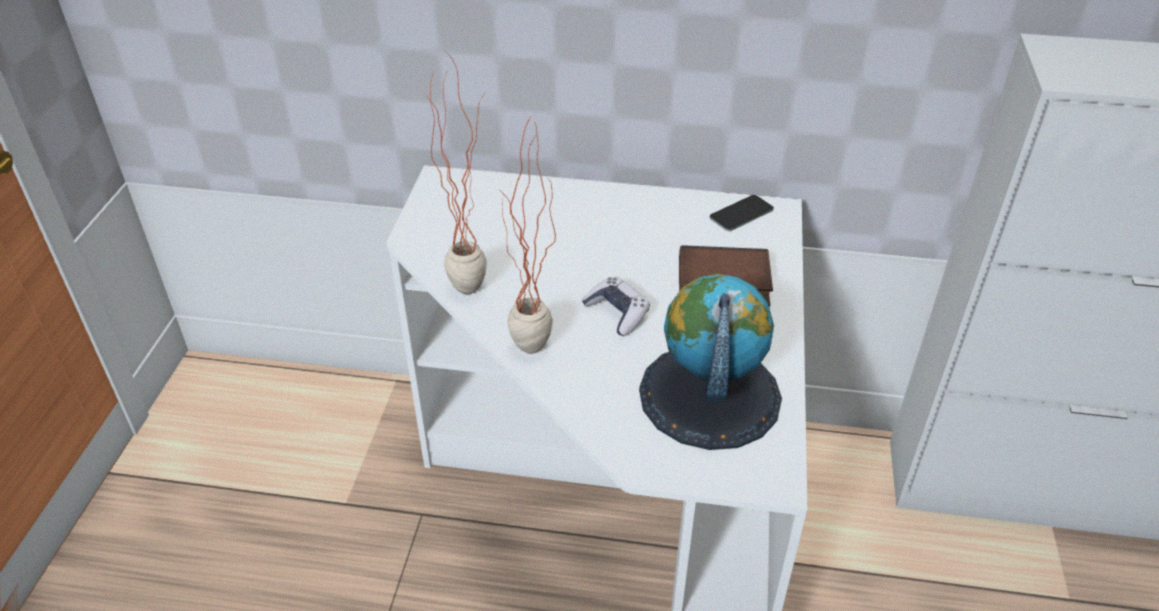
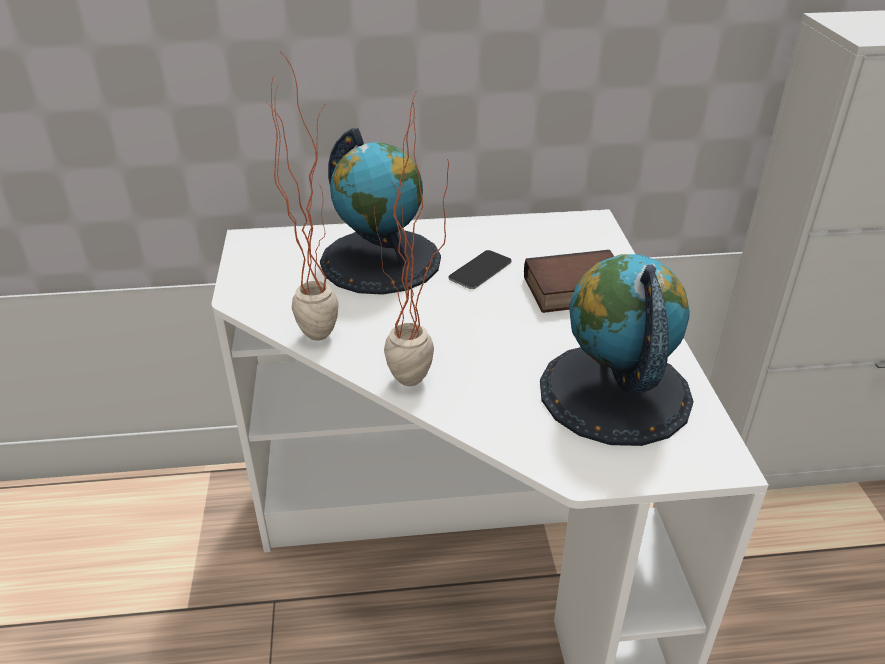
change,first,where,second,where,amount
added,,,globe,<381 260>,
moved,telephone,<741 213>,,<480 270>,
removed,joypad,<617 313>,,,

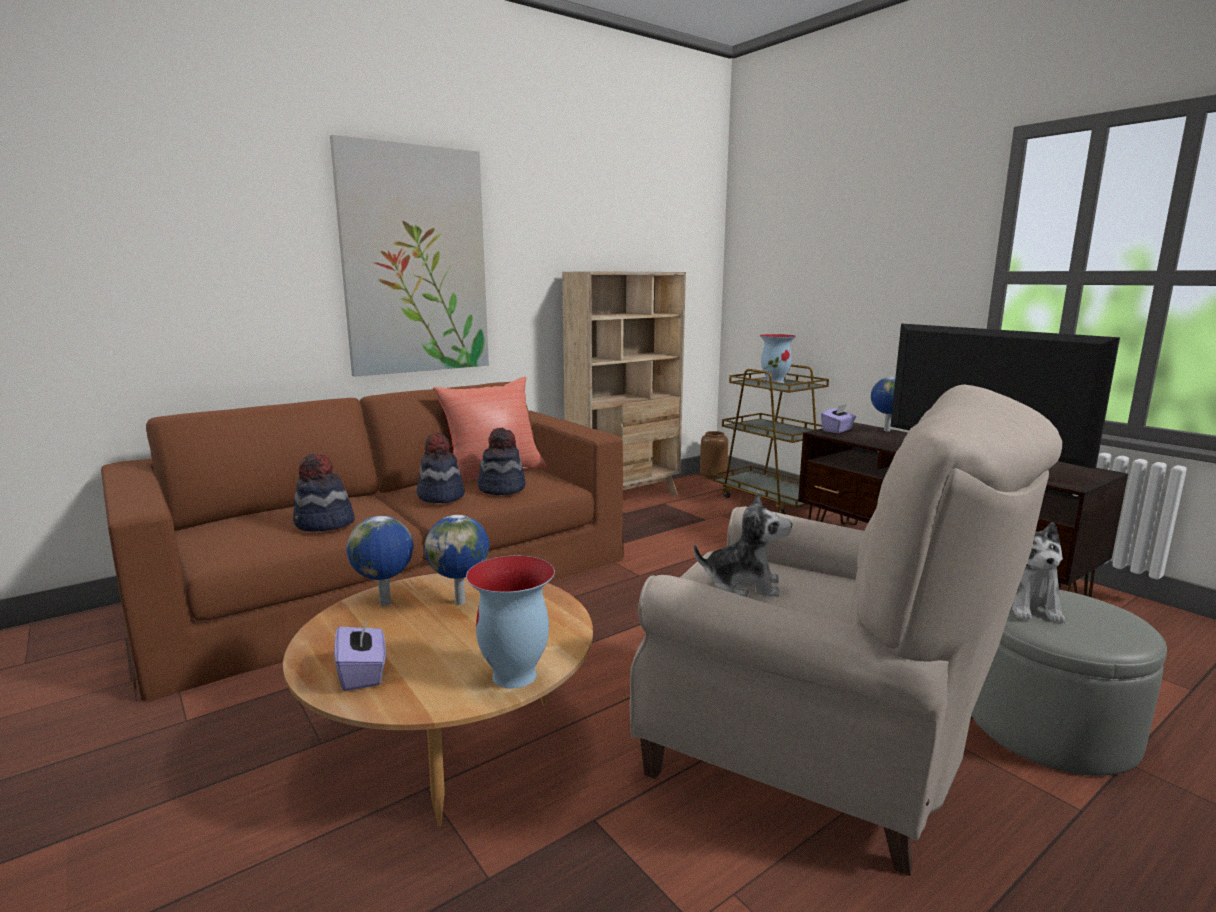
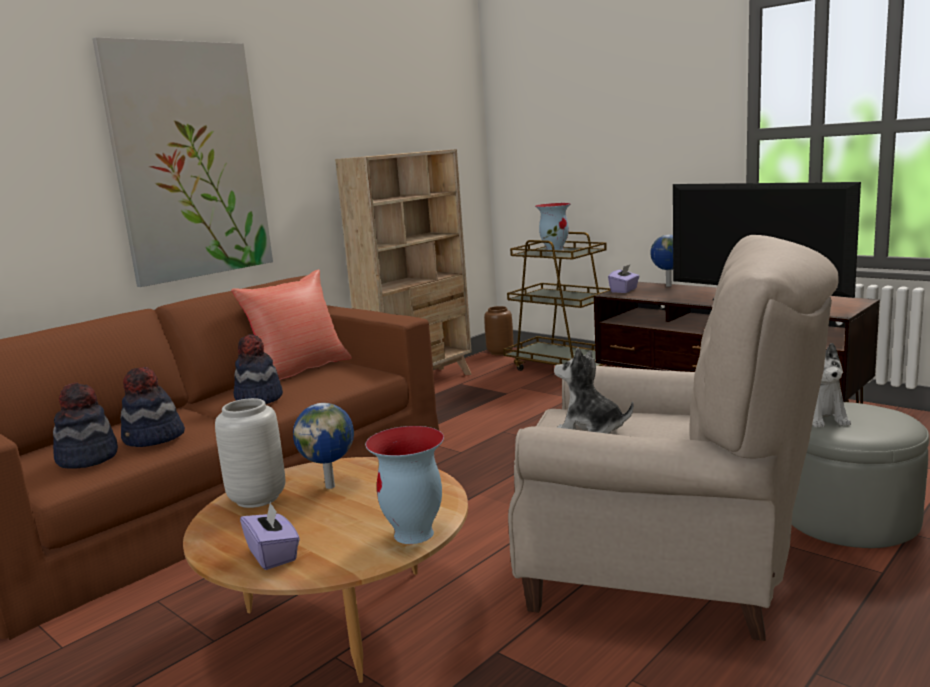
change,first,where,second,where,amount
moved,hat,<502 488>,,<87 458>,
replaced,globe,<386 604>,vase (greyish),<258 498>,
turned,plush toy,<743 585>,,<590 430>,150 degrees counterclockwise

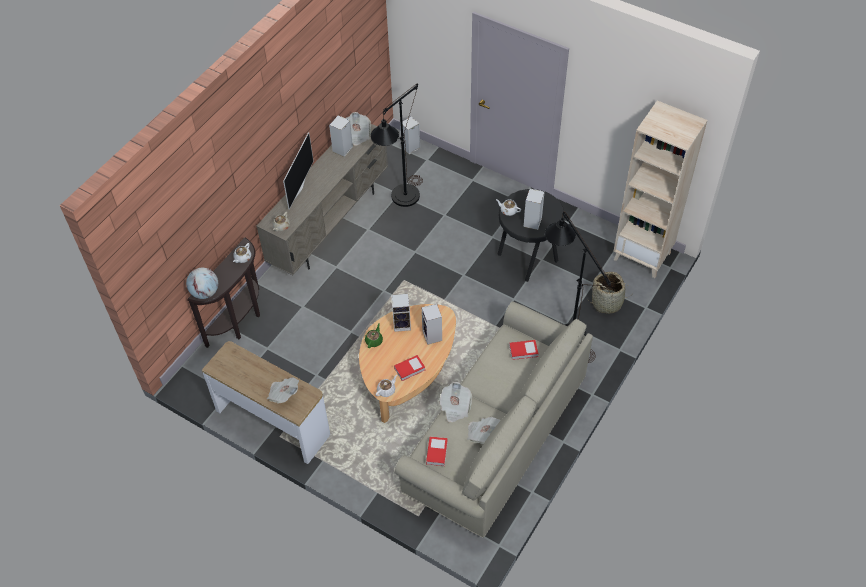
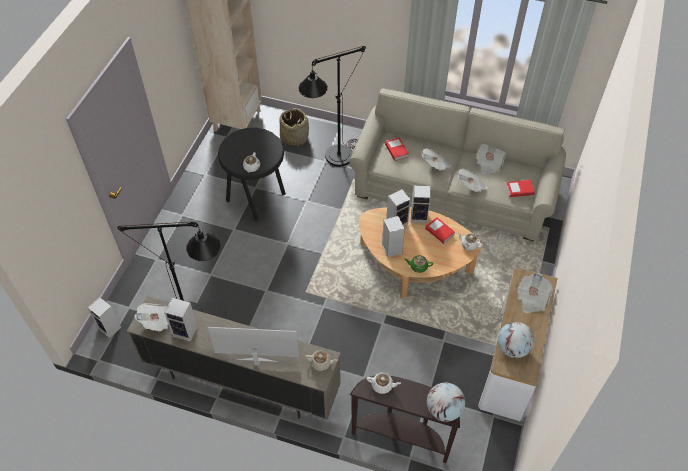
change,first,where,second,where,amount
moved,audio speaker,<532 223>,,<419 216>,
added,,,newspaper,<436 165>,
added,,,globe,<512 348>,

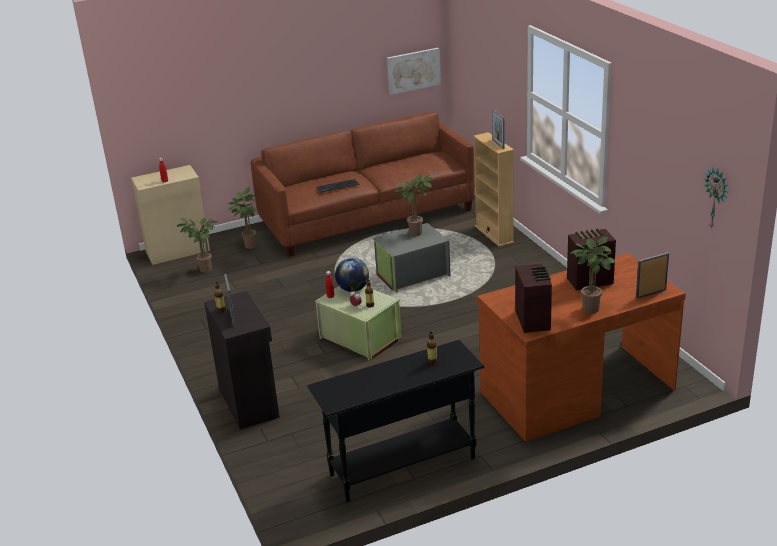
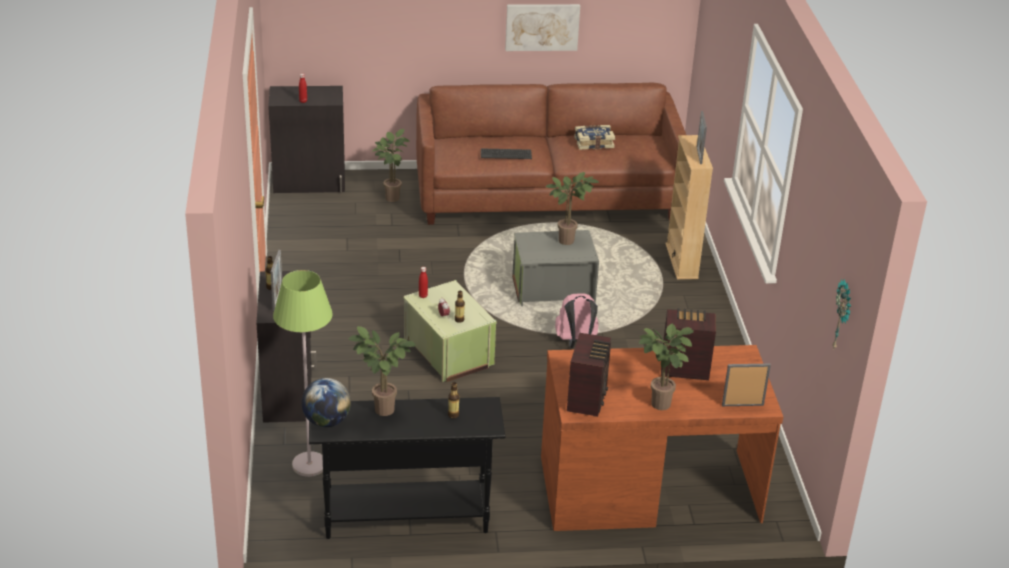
change,first,where,second,where,amount
recoloured,cupboard (beige-coloured),<178 251>,cupboard (black-coloured),<310 183>,
added,,,standard lamp (green),<309 465>,
moved,globe,<353 289>,,<326 421>,
moved,houseplant,<204 271>,,<381 411>,
moved,picture,<413 70>,,<542 26>,
added,,,knapsack (pink),<576 342>,
added,,,book,<593 142>,

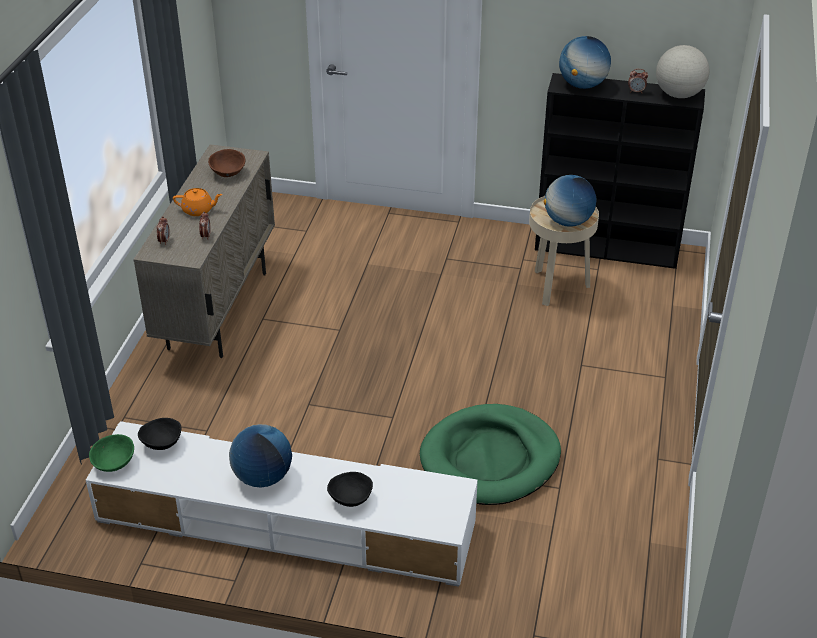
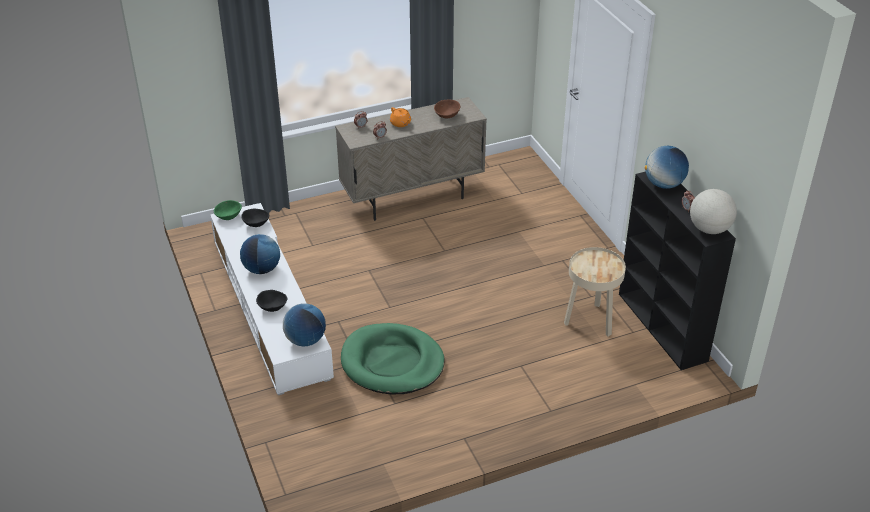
change,first,where,second,where,amount
moved,globe,<568 222>,,<305 340>,

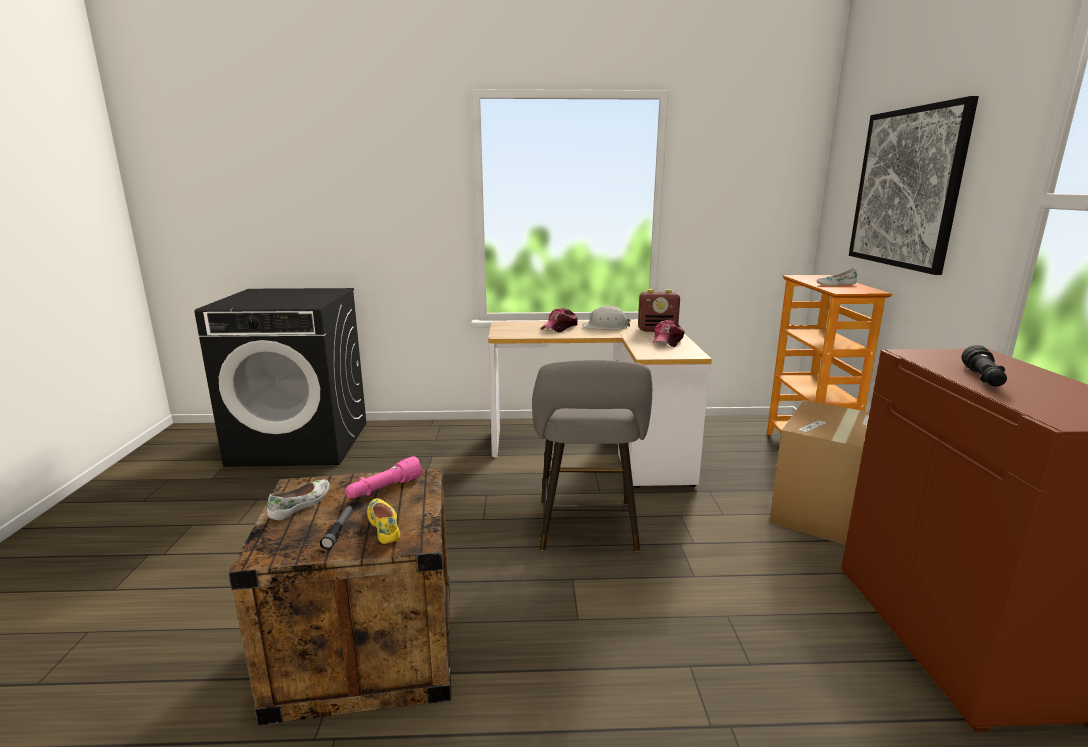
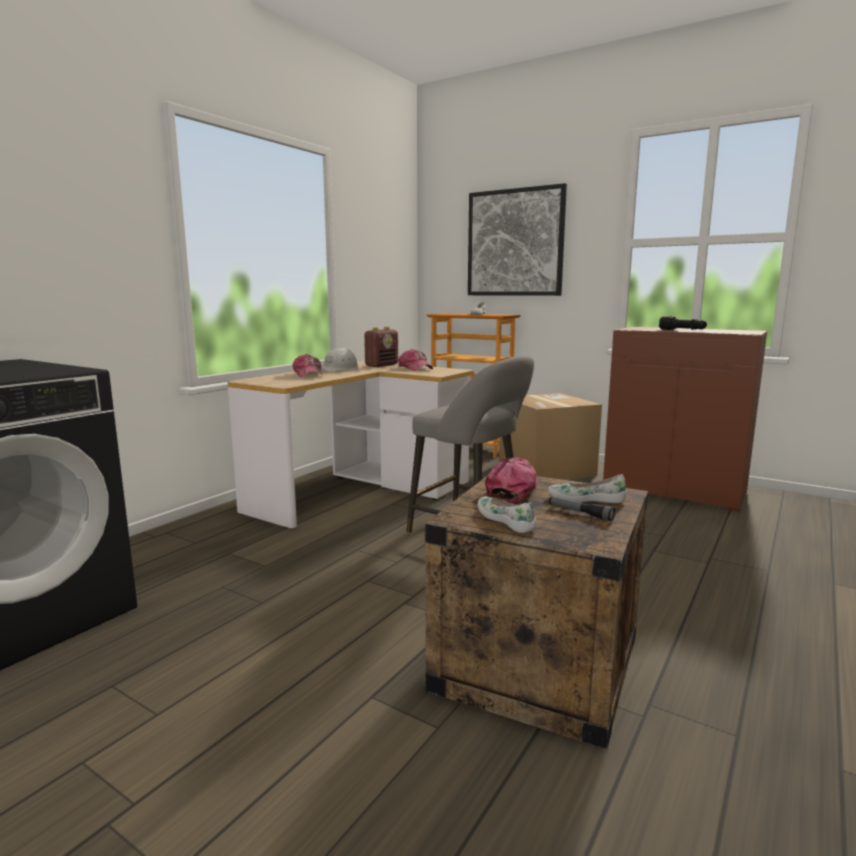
change,first,where,second,where,amount
replaced,torch (pink),<384 489>,baseball cap,<512 490>,
recoloured,low shoe (yellow-coloured),<384 525>,low shoe (whitish),<586 499>,

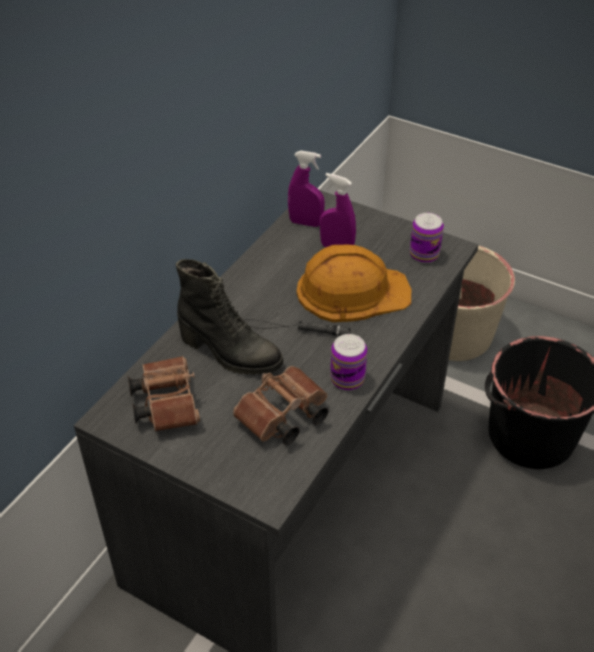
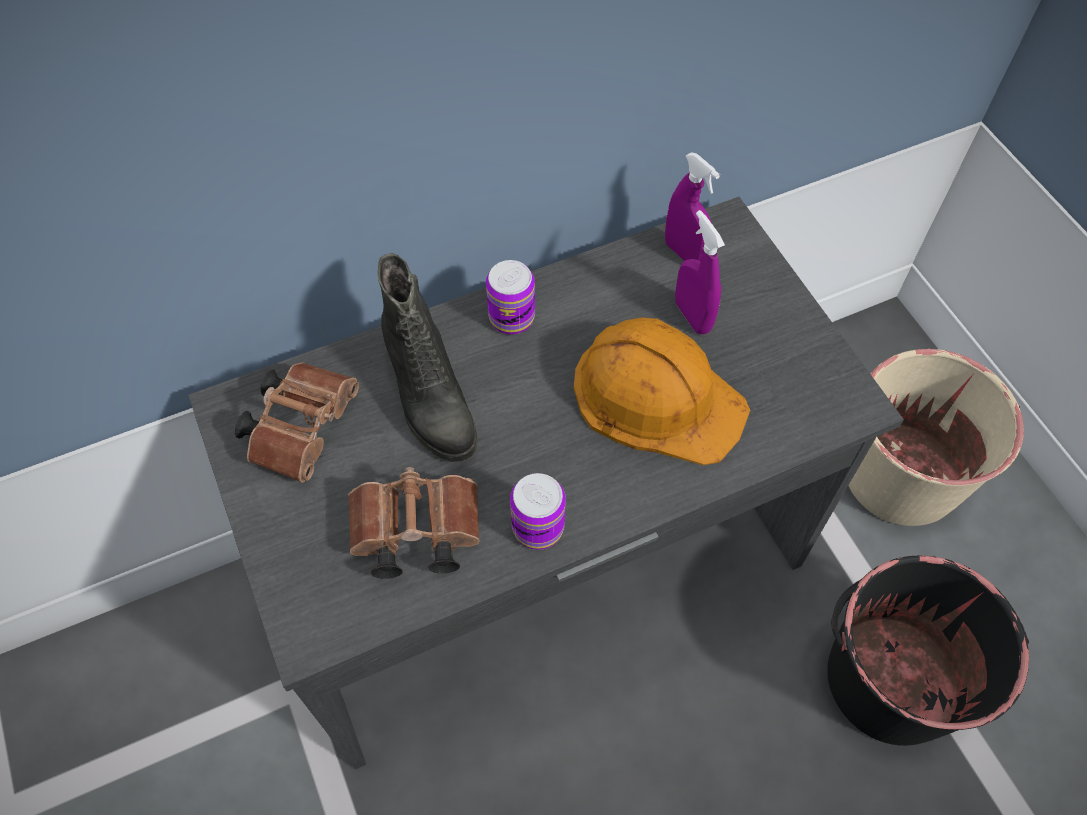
change,first,where,second,where,amount
moved,can,<424 254>,,<511 318>,
removed,torch (black-coloured),<295 329>,,,

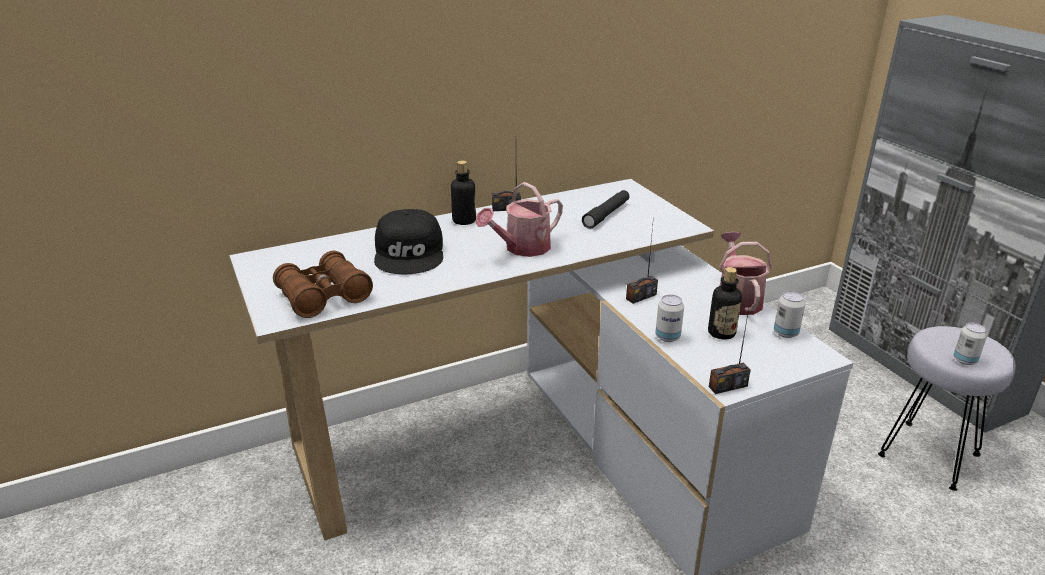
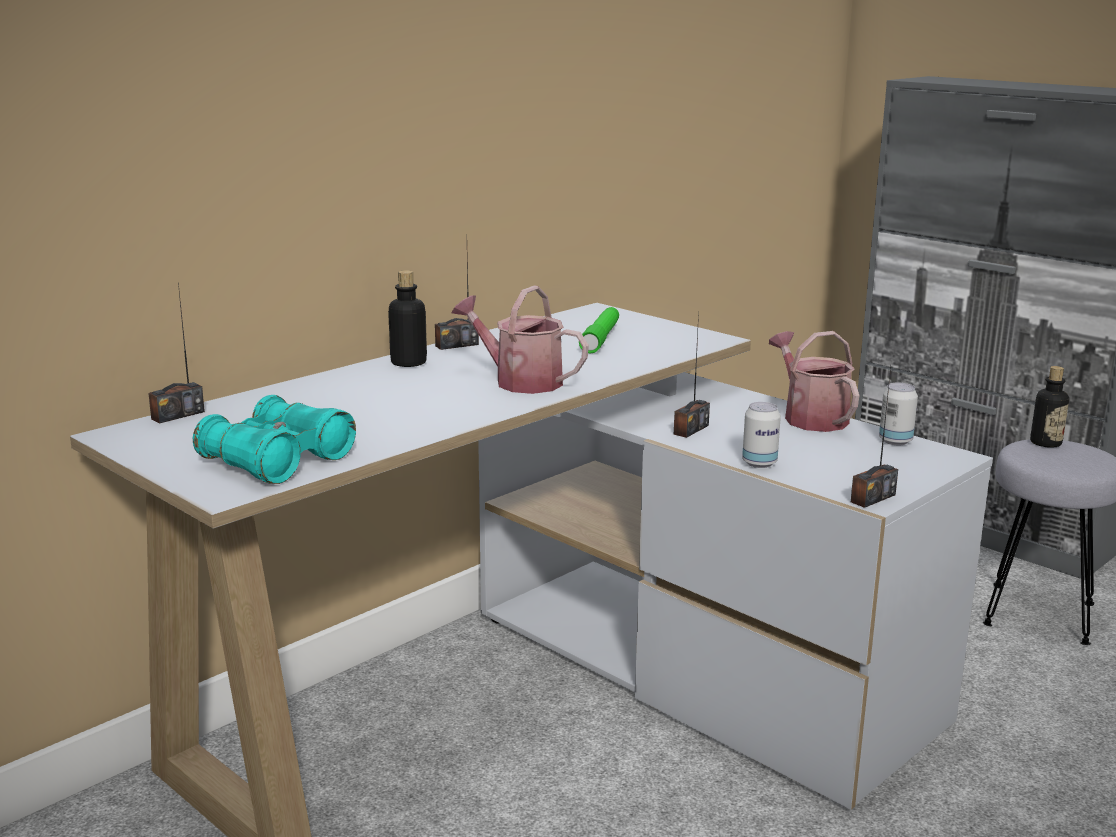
change,first,where,second,where,amount
added,,,radio receiver,<177 415>,
recoloured,pair of binoculars (brownish),<324 296>,pair of binoculars (blue-green),<277 460>,
turned,sprinkling can,<522 248>,,<520 381>,90 degrees clockwise
recoloured,torch (black-coloured),<606 214>,torch (green),<600 338>,
moved,beverage bottle,<721 333>,,<1045 443>,
removed,baseball cap (black-coloured),<410 253>,,,
removed,can,<964 360>,,,

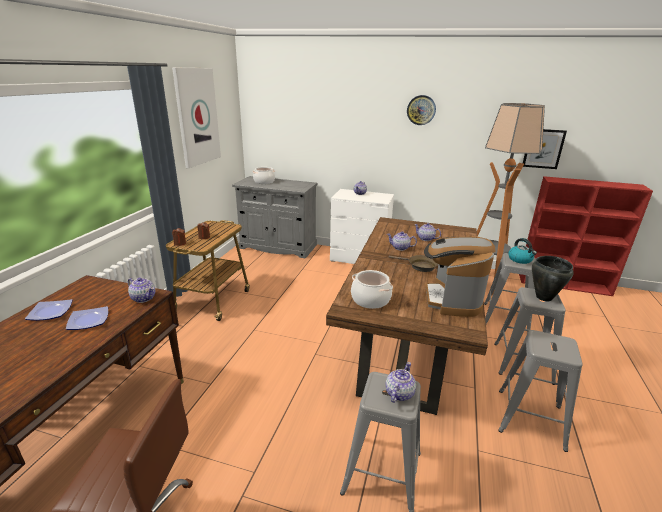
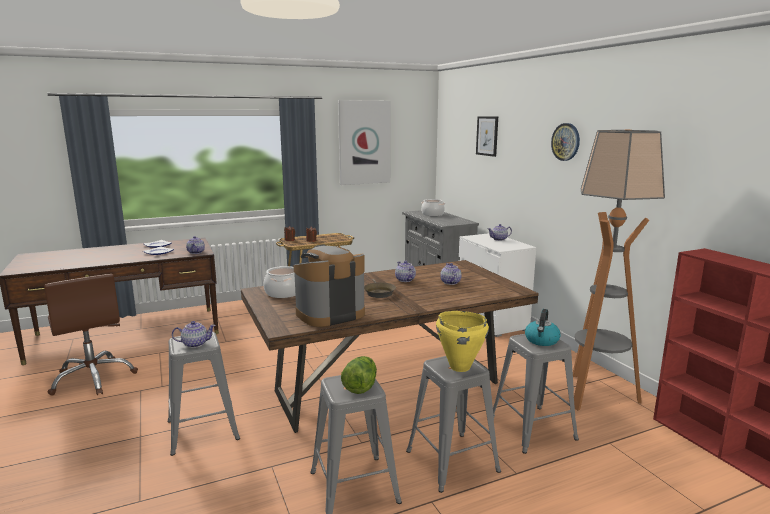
change,first,where,second,where,amount
added,,,lettuce,<361 386>,
recoloured,stockpot (black-coloured),<543 297>,stockpot (yellow-coloured),<459 367>,
moved,picture,<543 148>,,<487 136>,

